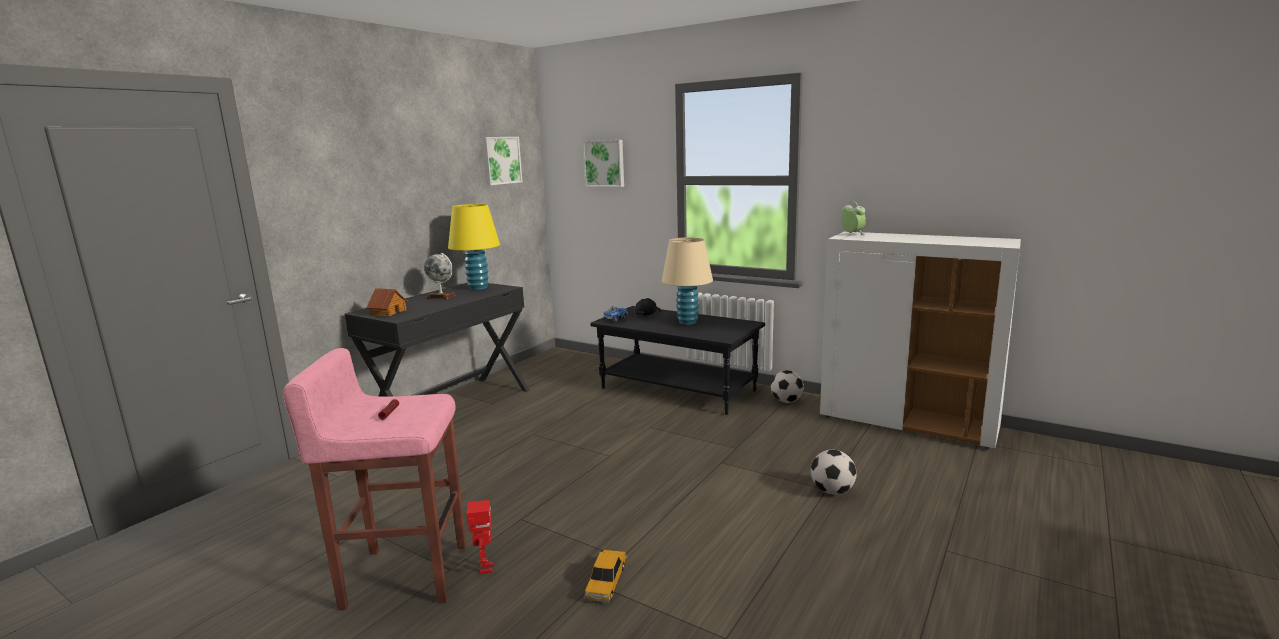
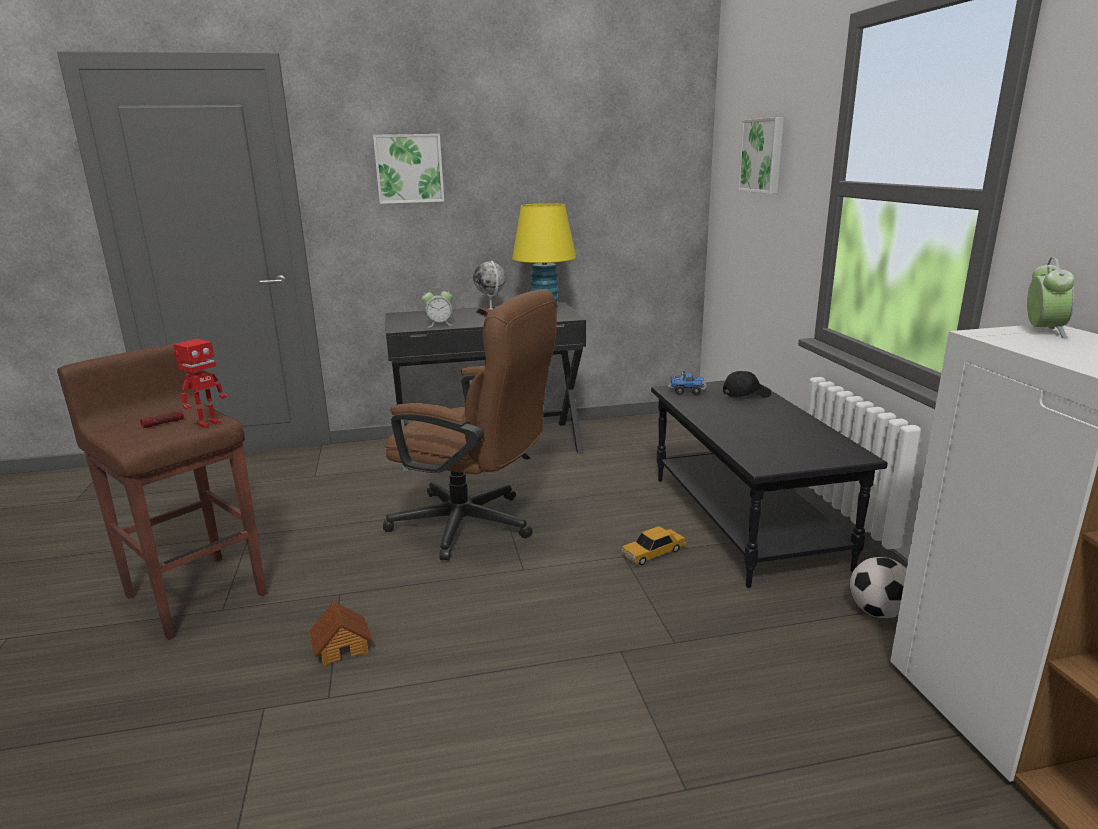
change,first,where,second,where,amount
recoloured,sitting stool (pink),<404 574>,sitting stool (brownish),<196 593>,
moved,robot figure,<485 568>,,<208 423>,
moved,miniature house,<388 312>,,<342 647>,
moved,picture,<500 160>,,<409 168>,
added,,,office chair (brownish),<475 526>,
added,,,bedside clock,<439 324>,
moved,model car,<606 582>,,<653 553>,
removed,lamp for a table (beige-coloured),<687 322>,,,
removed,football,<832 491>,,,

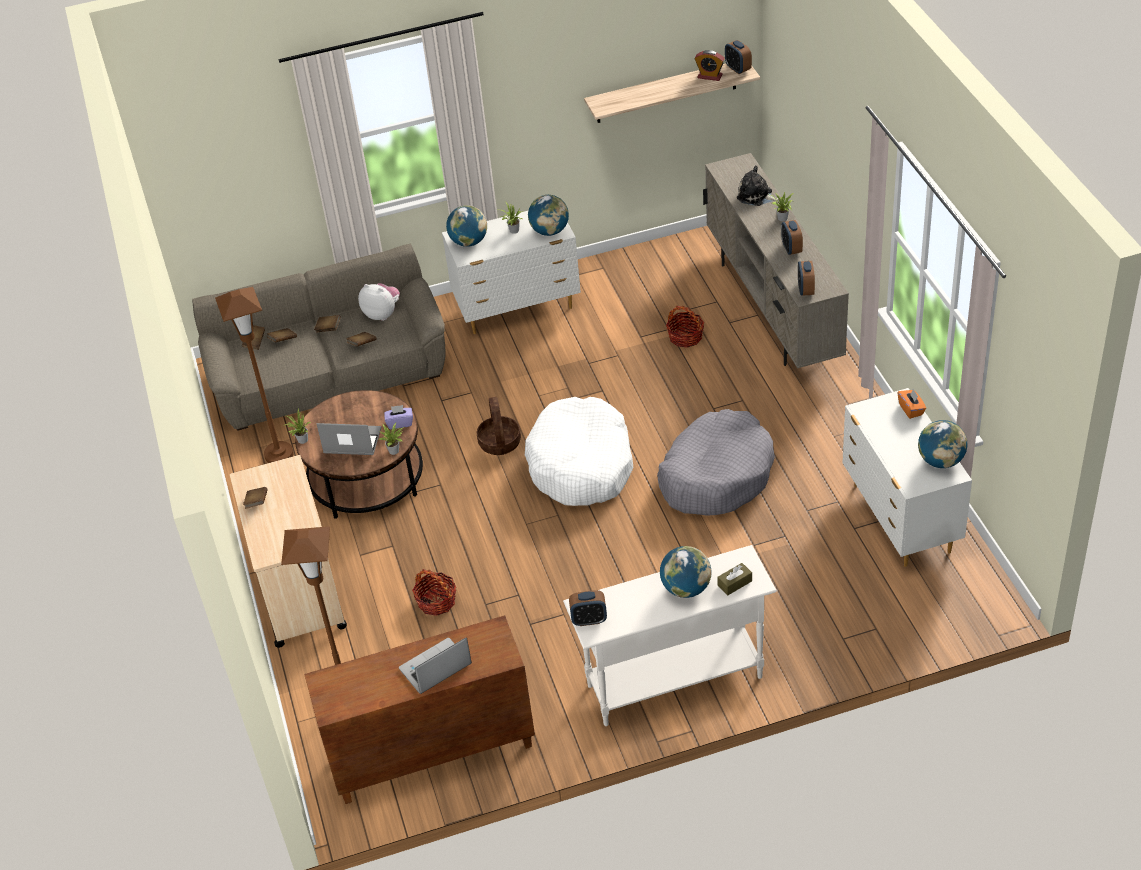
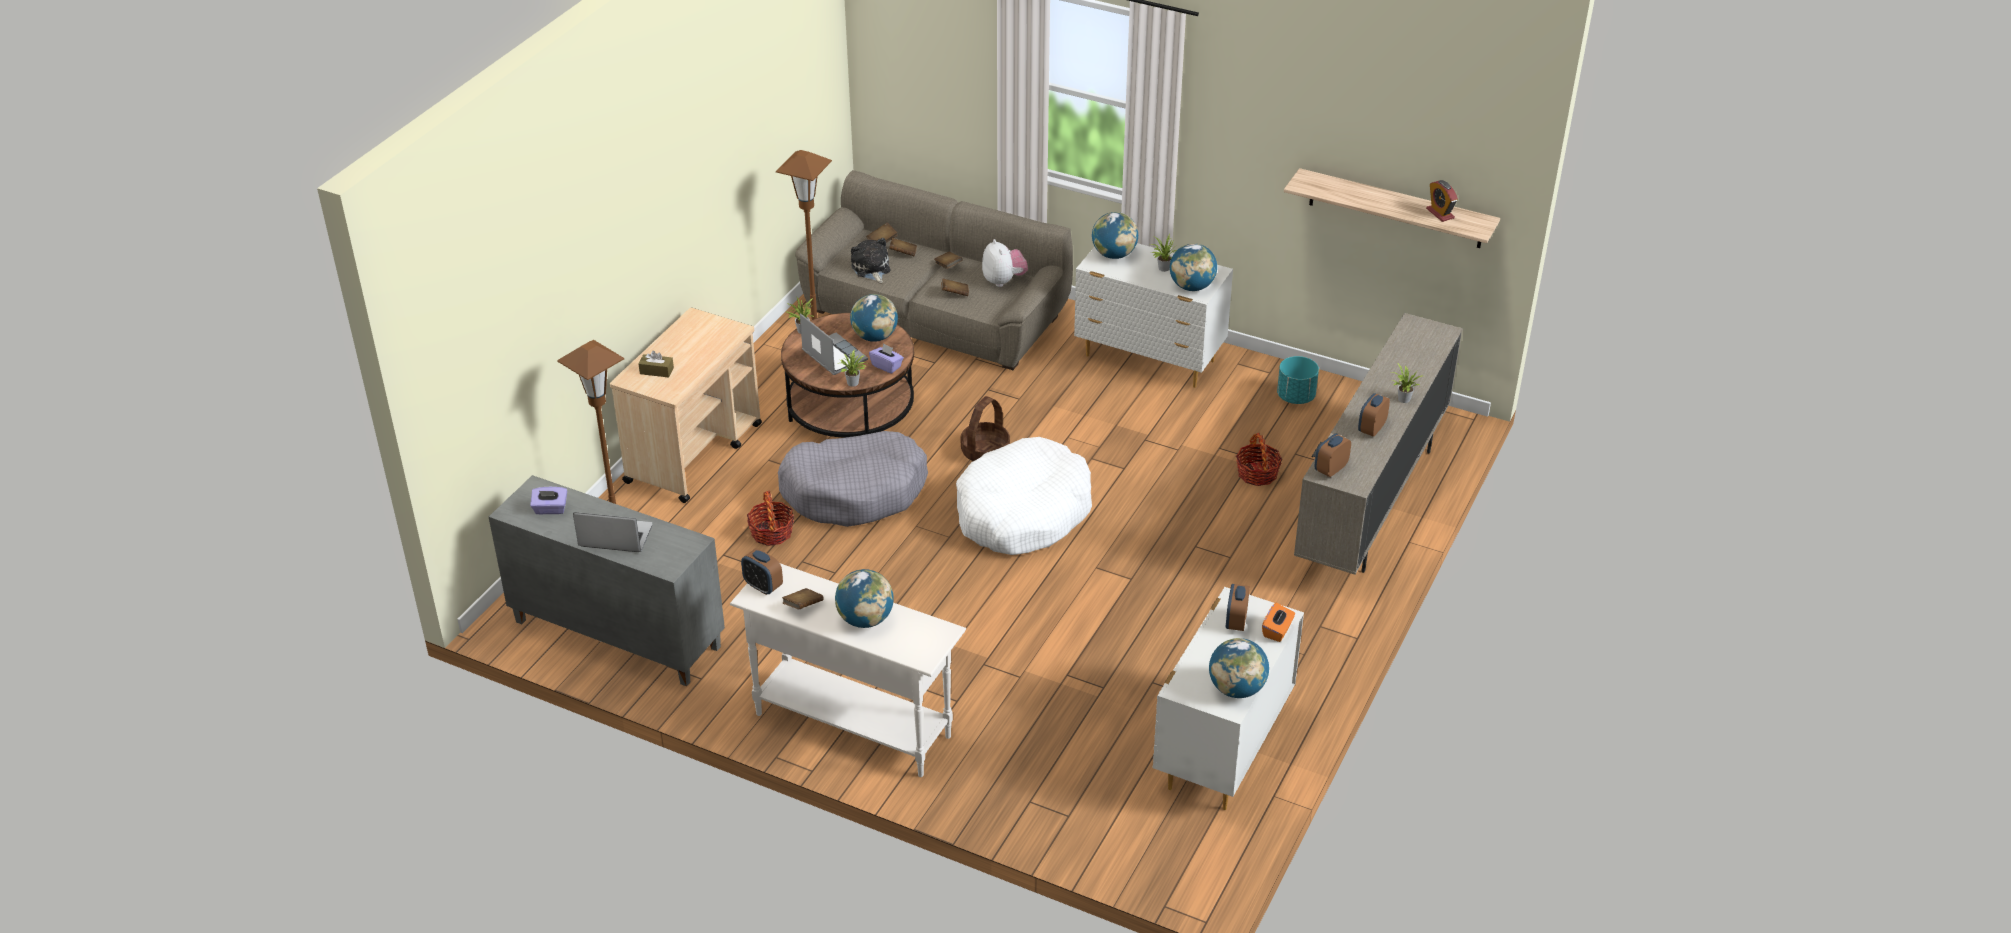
change,first,where,second,where,amount
recoloured,cupboard (brownish),<431 753>,cupboard (greyish),<615 635>,
added,,,tissue holder (purple),<550 509>,
moved,tissue holder (brownish),<734 583>,,<656 371>,
moved,dog cushion (greyish),<716 475>,,<855 491>,
moved,book (brownish),<257 503>,,<803 606>,
added,,,globe,<874 337>,
moved,plush toy,<756 196>,,<871 269>,
moved,bedside clock,<738 69>,,<1236 622>,
added,,,planter (blue-green),<1296 397>,

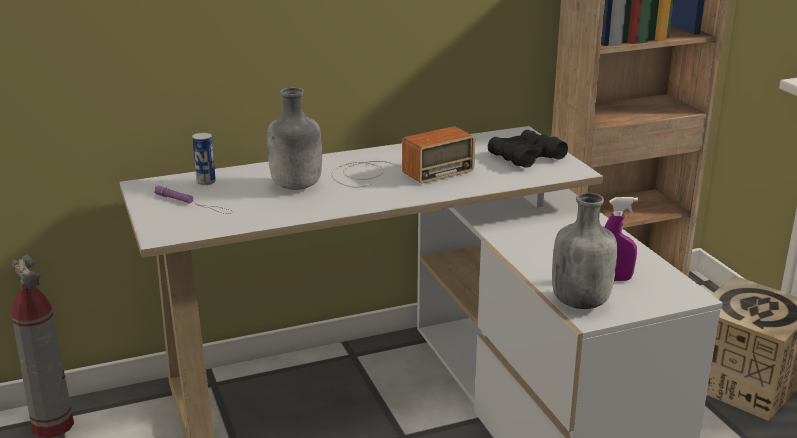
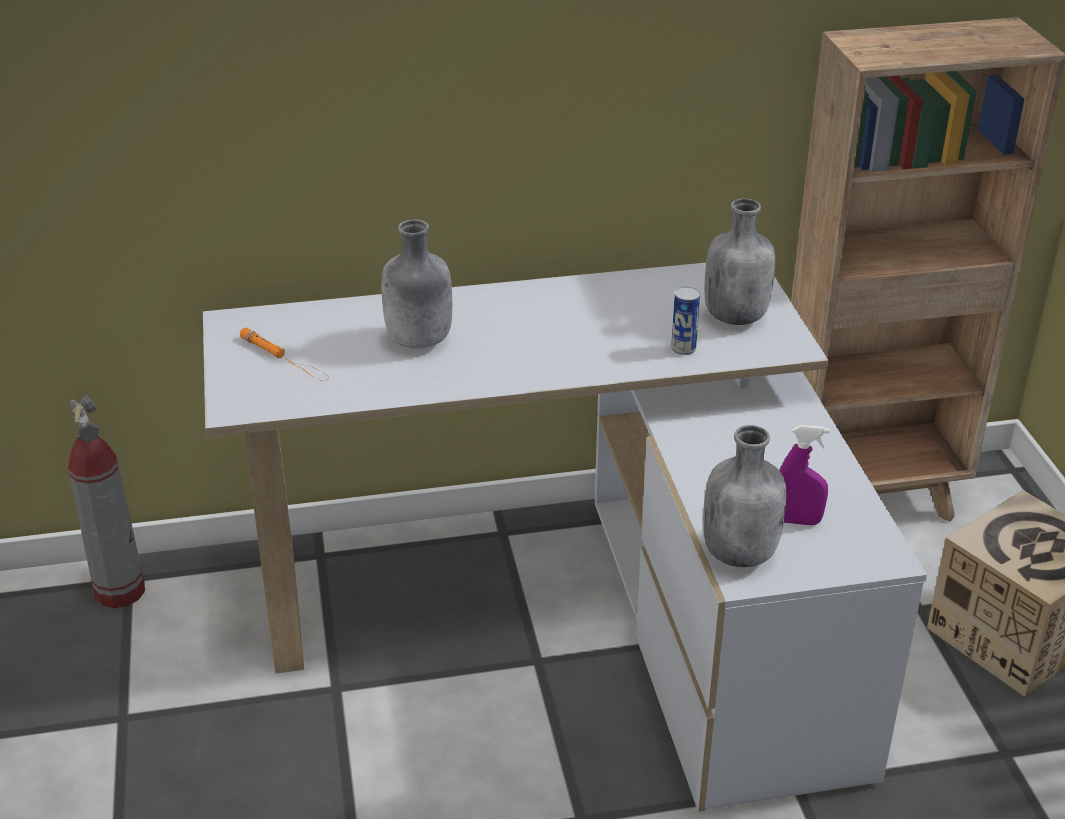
change,first,where,second,where,amount
recoloured,torch (purple),<194 203>,torch (orangey),<285 358>,
moved,can,<206 182>,,<683 349>,
replaced,pair of binoculars (black-coloured),<526 157>,beverage bottle (greyish),<735 316>,
removed,radio receiver,<396 172>,,,

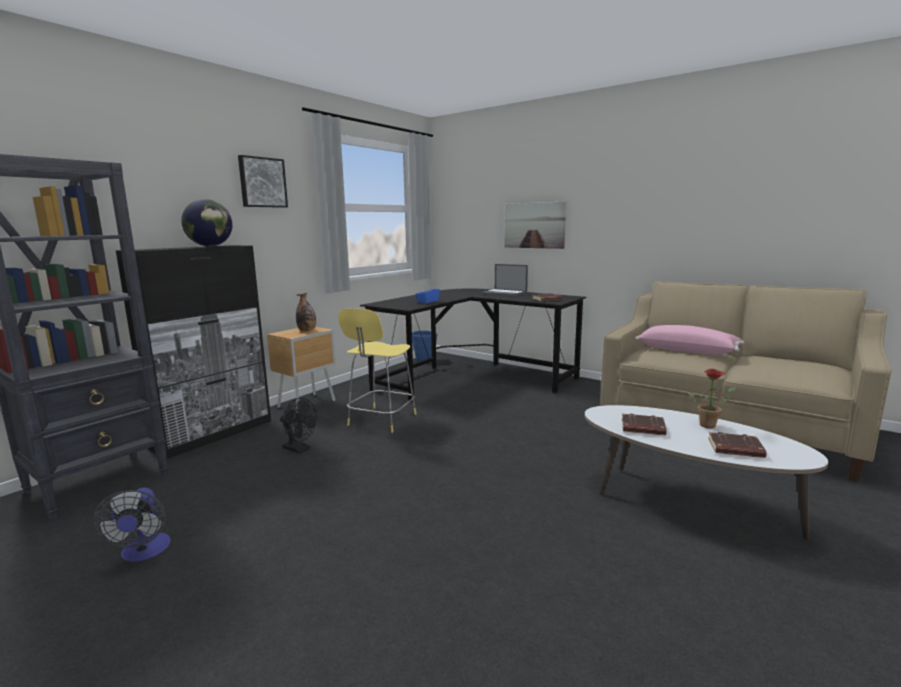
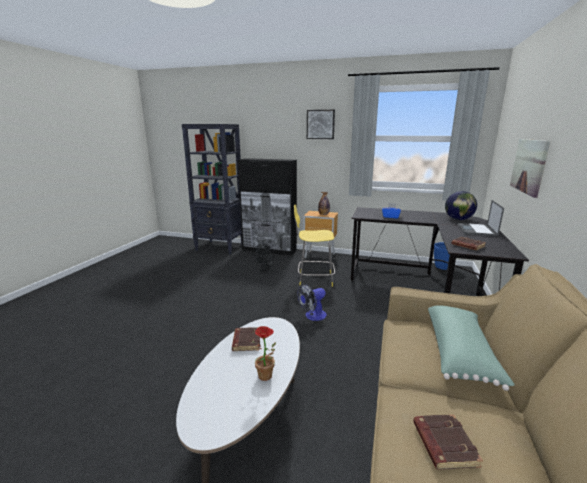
change,first,where,second,where,amount
moved,electric fan,<144 552>,,<312 316>,
moved,book (brownish),<735 449>,,<443 444>,
recoloured,pillow (pink),<687 351>,pillow (green),<460 354>,
moved,globe,<210 246>,,<458 219>,

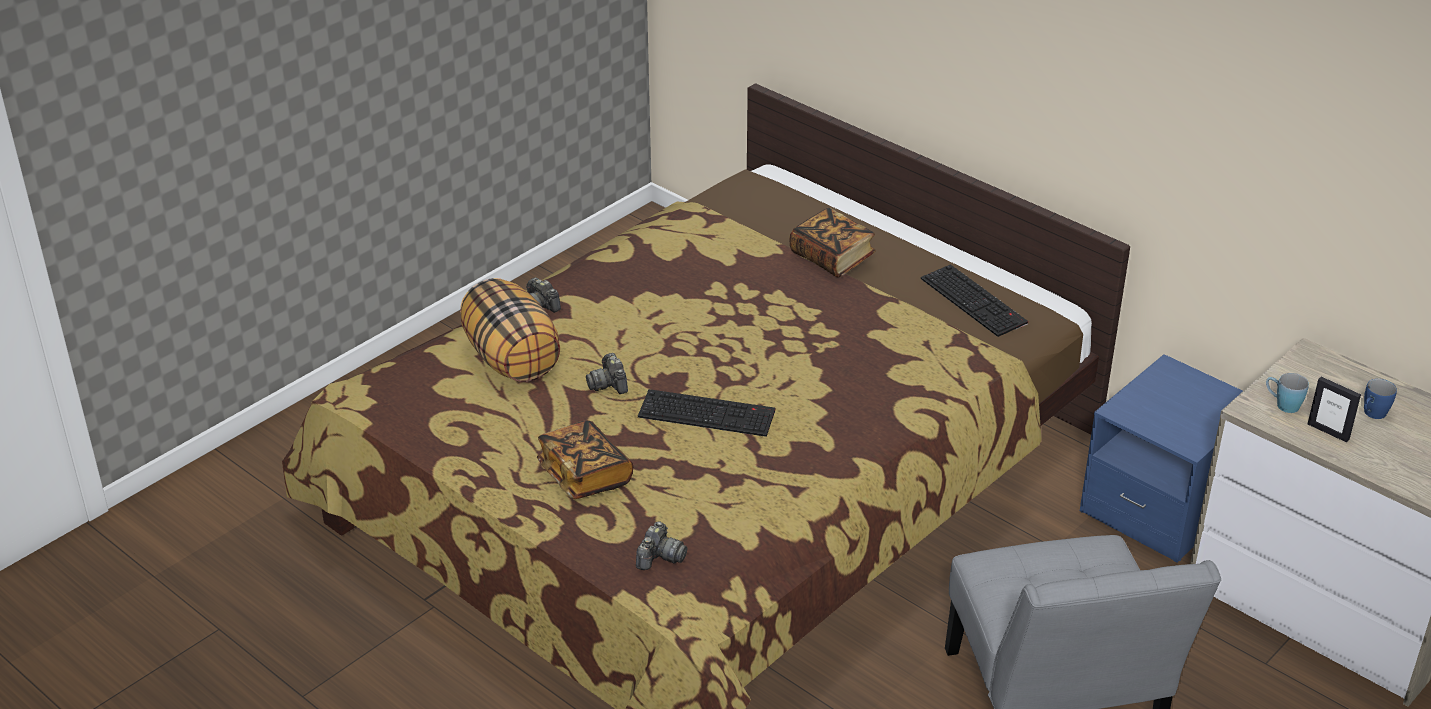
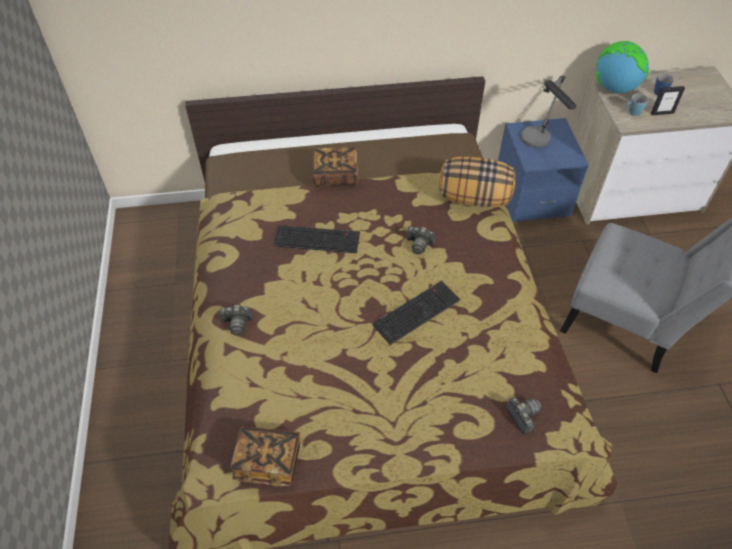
change,first,where,second,where,amount
moved,book,<585 475>,,<268 461>,
moved,computer keyboard,<975 301>,,<318 239>,
moved,photo camera,<609 384>,,<419 244>,
moved,pillow,<513 359>,,<474 198>,
added,,,lamp for a table,<538 143>,
added,,,globe,<614 88>,

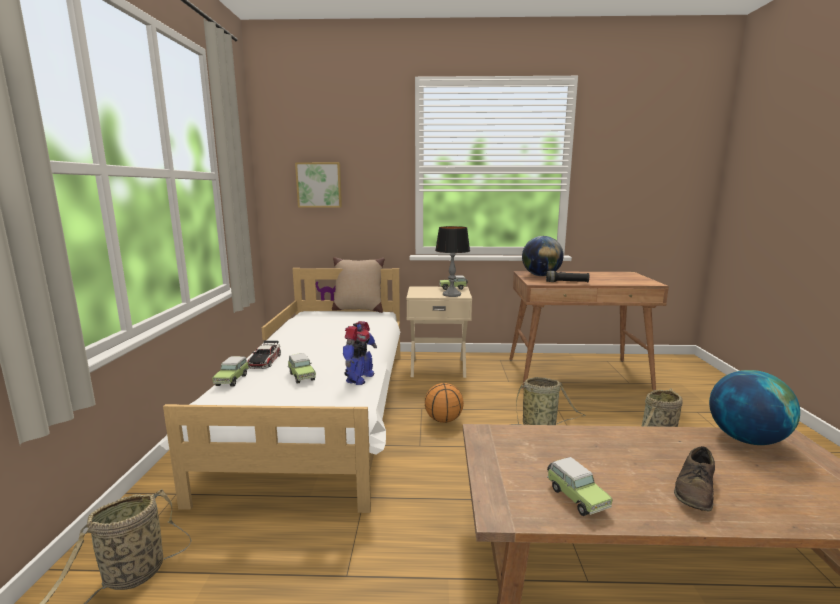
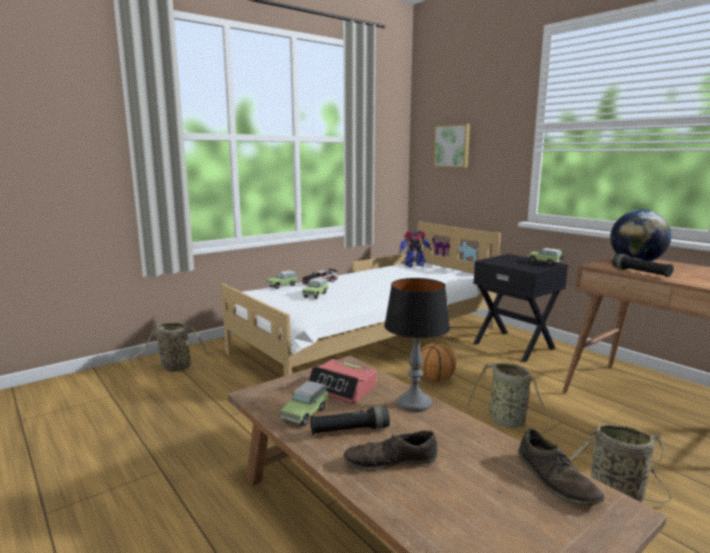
change,first,where,second,where,amount
added,,,bedside clock,<342 389>,
added,,,torch (black-coloured),<349 430>,
moved,lamp for a table,<452 294>,,<414 403>,
moved,robot figure,<359 378>,,<414 265>,
recoloured,nightstand (beige-coloured),<438 367>,nightstand (black-coloured),<514 345>,
replaced,globe,<746 439>,low shoe (brownish),<556 480>,
removed,pillow (beige-coloured),<358 309>,,,

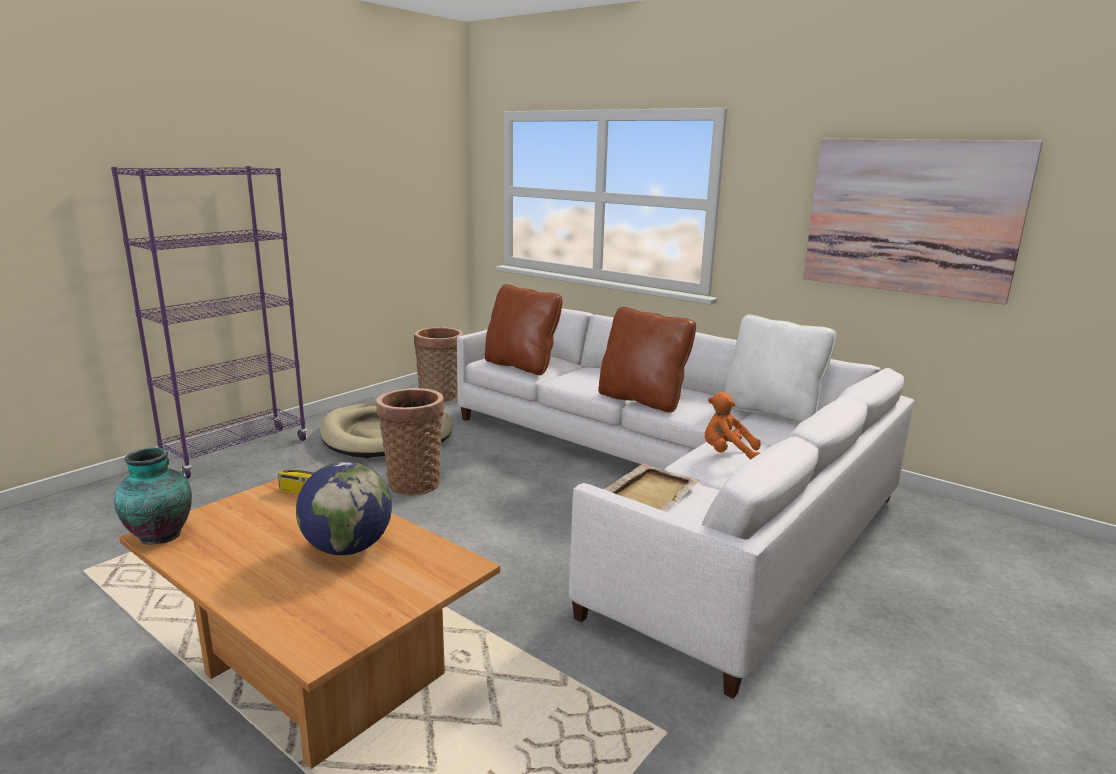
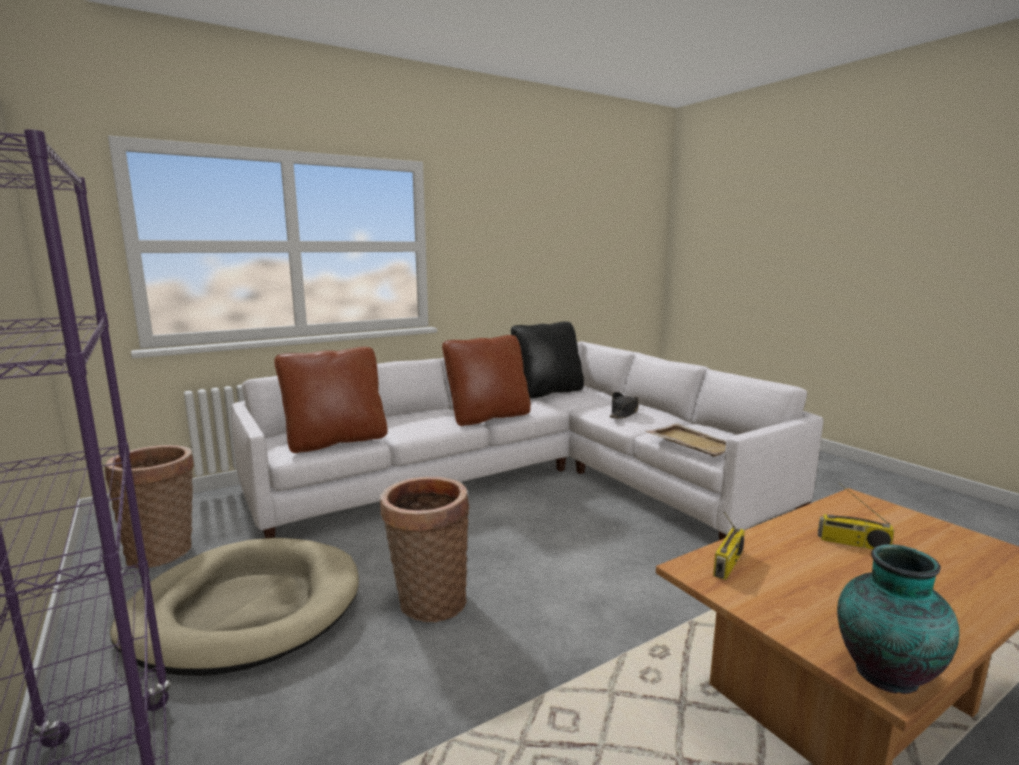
change,first,where,second,where,amount
recoloured,pillow (whitish),<771 412>,pillow (black-coloured),<547 392>,
replaced,plush toy (orangey),<728 455>,hat (black-coloured),<624 413>,
replaced,globe,<348 548>,radio receiver,<852 543>,
removed,picture,<910 217>,,,

